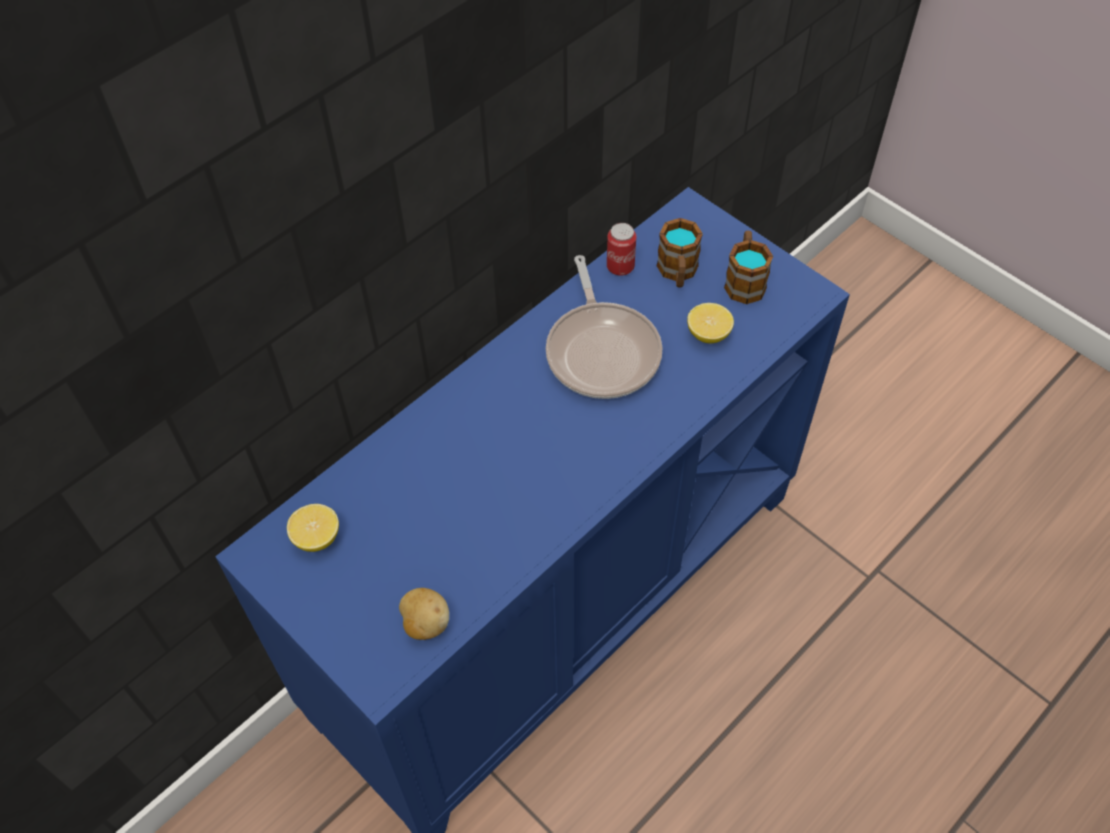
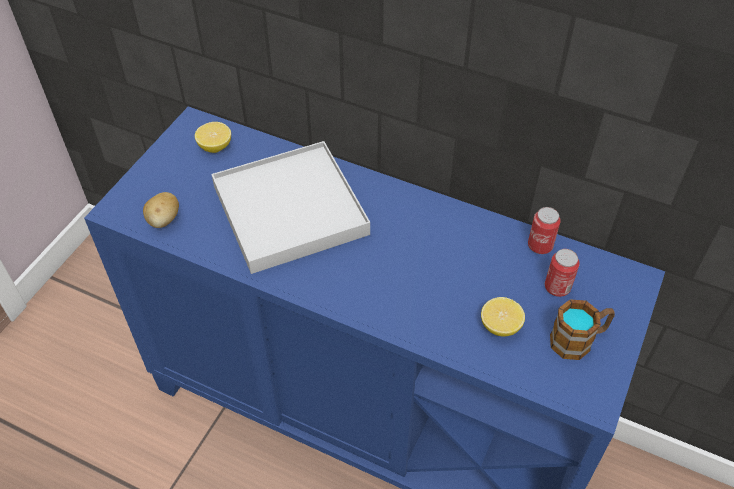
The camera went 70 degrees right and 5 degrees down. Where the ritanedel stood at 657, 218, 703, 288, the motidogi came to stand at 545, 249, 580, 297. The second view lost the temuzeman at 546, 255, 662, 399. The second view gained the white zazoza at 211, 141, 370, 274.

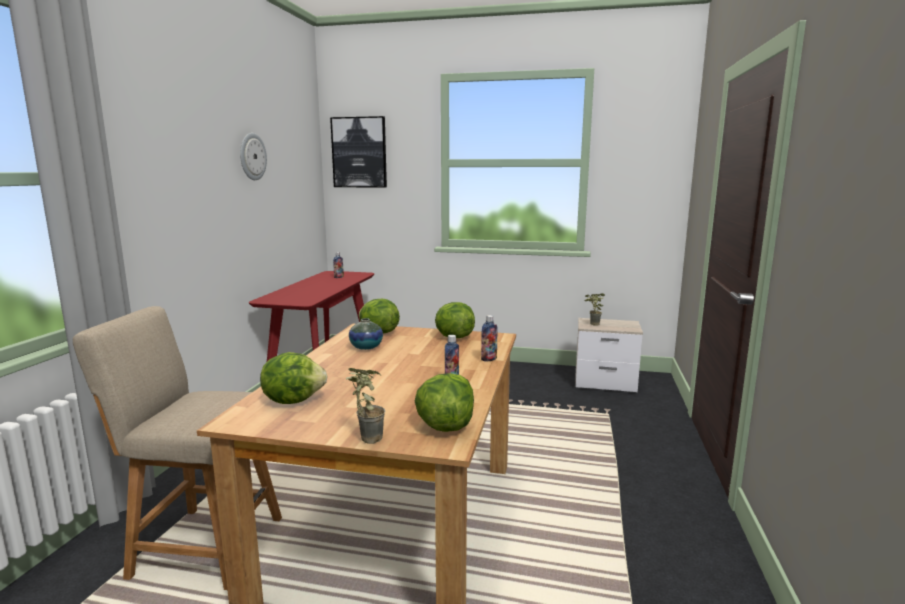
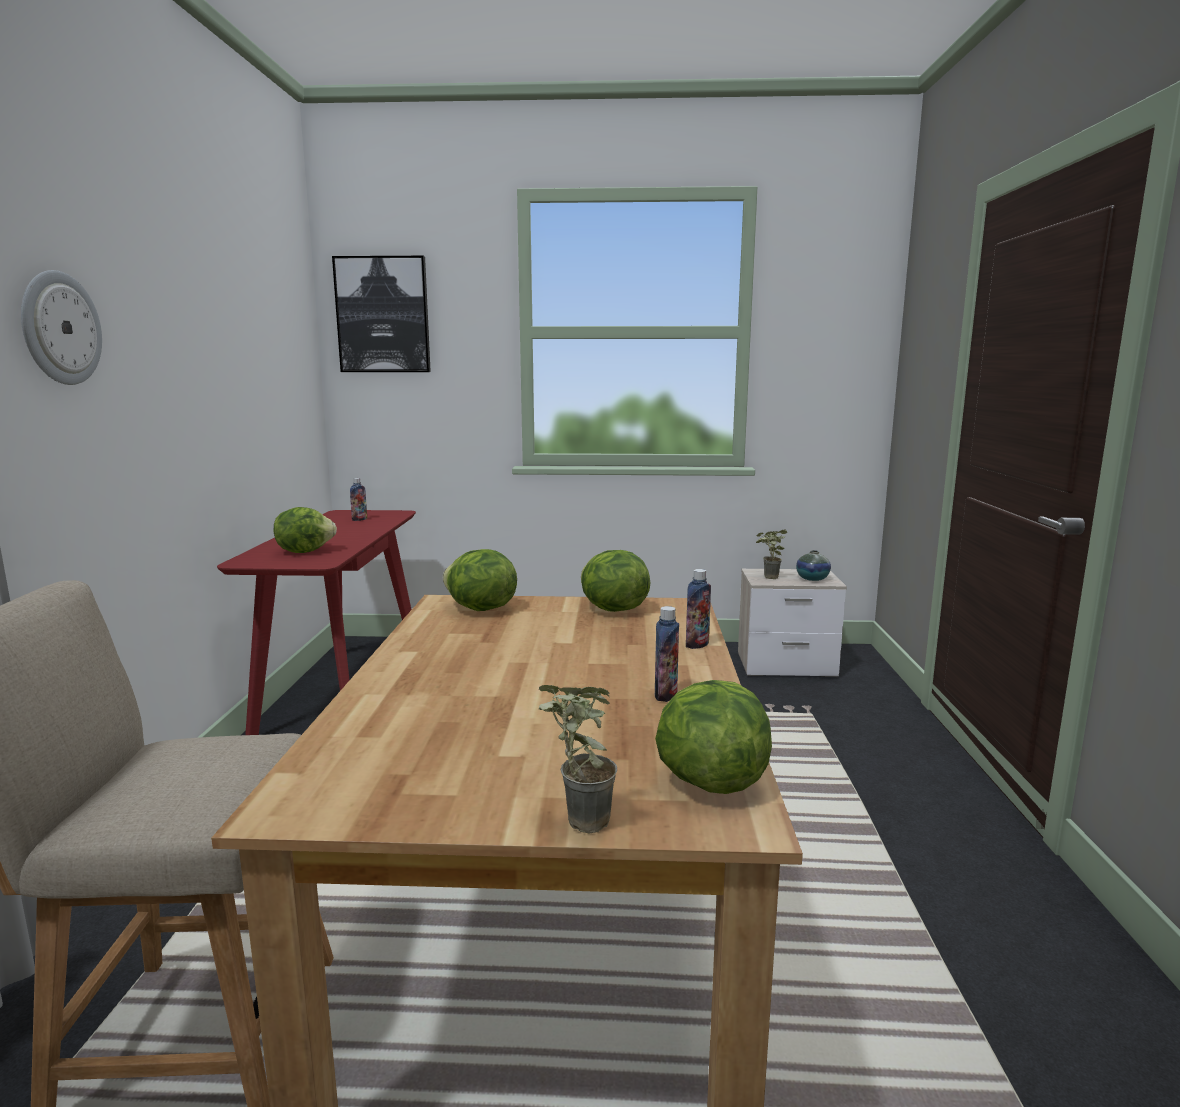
The camera went 10 degrees left and 0 degrees up. The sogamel ended up elsewhere, having gone from 240, 133, 267, 180 to 21, 270, 102, 385. The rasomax ended up elsewhere, having gone from 349, 318, 383, 350 to 796, 550, 831, 581. The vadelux ended up elsewhere, having gone from 260, 352, 327, 404 to 273, 507, 337, 553.

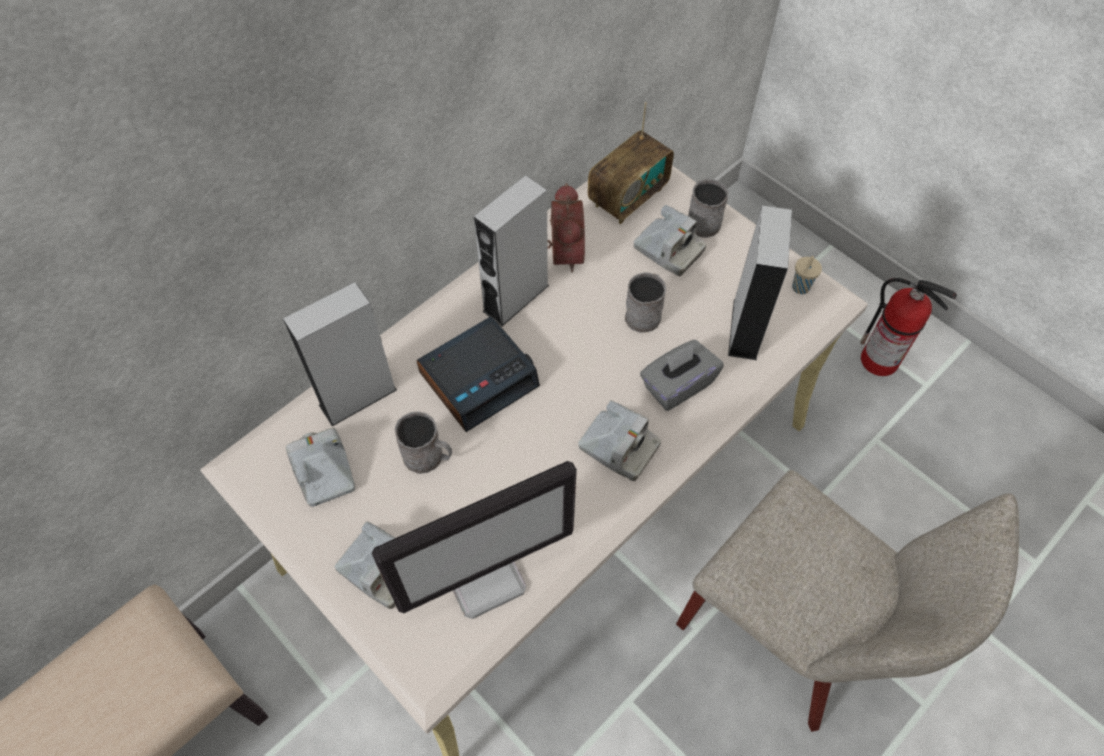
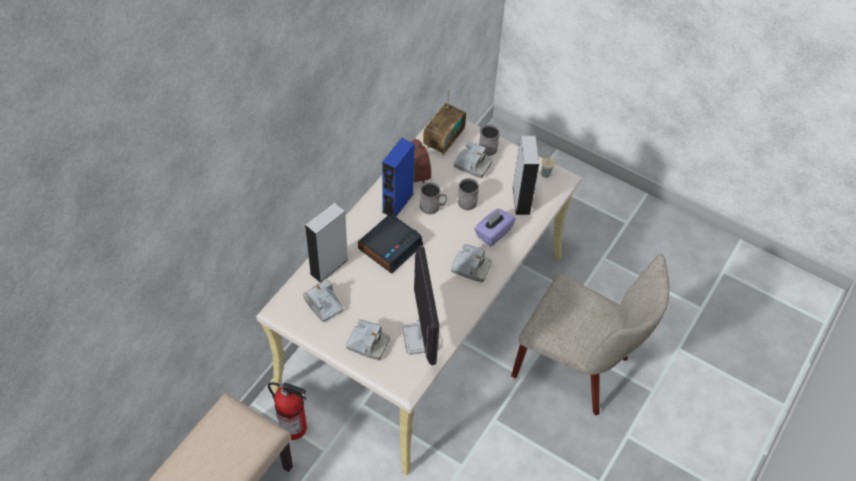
The camera went 15 degrees left and 5 degrees down. What was the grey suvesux at 474, 175, 549, 326 turned into the blue suvesux at 382, 138, 415, 217. The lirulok ended up elsewhere, having gone from 860, 278, 957, 376 to 268, 382, 307, 440. What was the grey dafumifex at 640, 340, 724, 411 turned into the purple dafumifex at 474, 208, 516, 247. The grey ritanedel ended up elsewhere, having gone from 395, 412, 452, 474 to 420, 182, 447, 215. The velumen at 372, 461, 577, 619 ended up facing another way, 60 degrees counterclockwise from before.

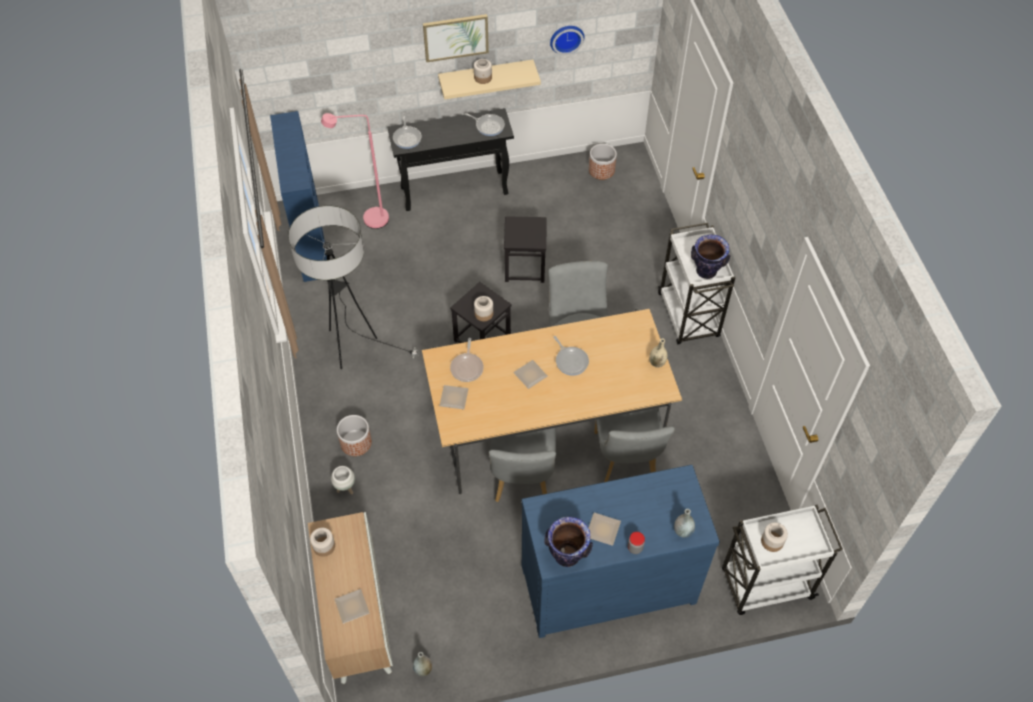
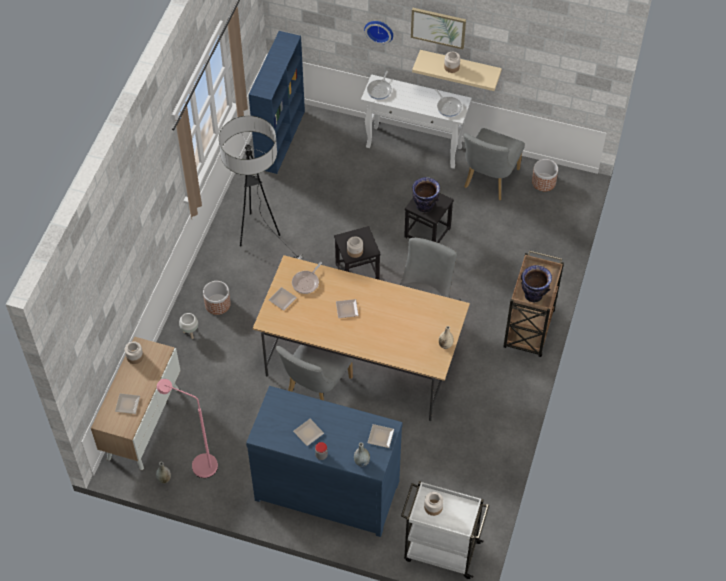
The camera went 30 degrees right and 0 degrees up. The sogamel ended up elsewhere, having gone from 550, 26, 585, 55 to 364, 21, 393, 45. What was the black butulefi at 387, 108, 514, 211 turned into the white butulefi at 361, 74, 472, 169. The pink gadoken ended up elsewhere, having gone from 321, 113, 389, 229 to 157, 379, 218, 478. What was the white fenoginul at 658, 223, 735, 344 turned into the brown fenoginul at 503, 251, 564, 357. The second view lost the temuzeman at 553, 336, 589, 376. The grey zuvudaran ended up elsewhere, having gone from 594, 408, 675, 482 to 464, 128, 525, 200. The rasomax ended up elsewhere, having gone from 544, 517, 593, 567 to 412, 177, 440, 213. The second view gained the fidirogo at 368, 424, 394, 448.

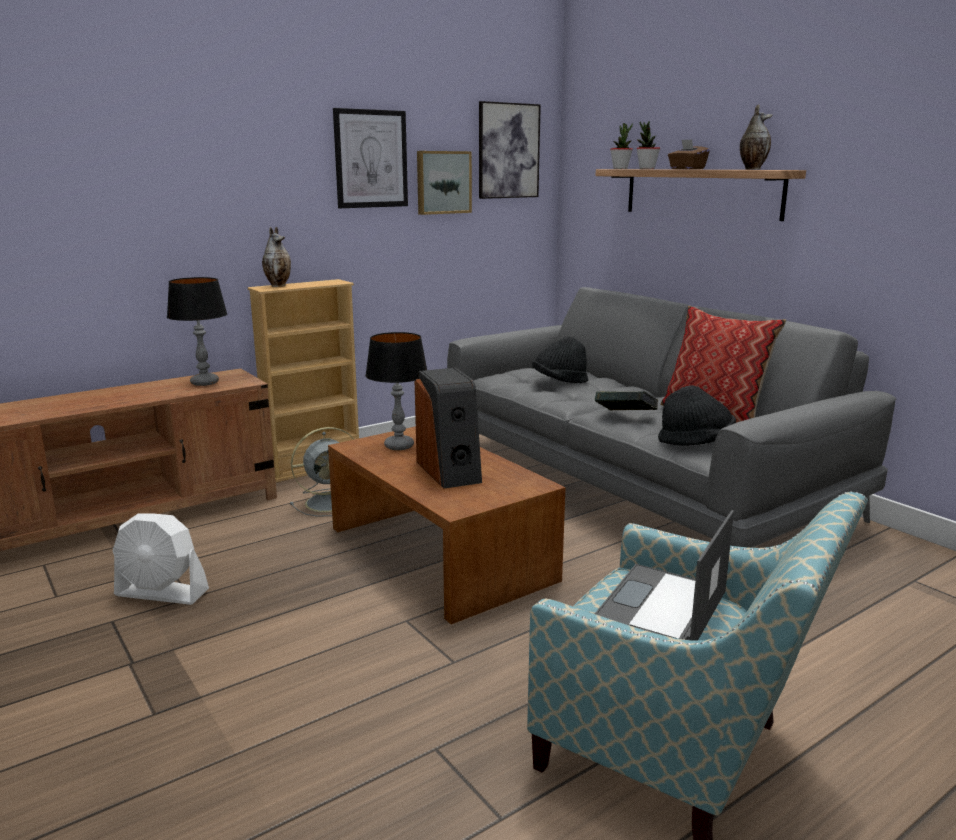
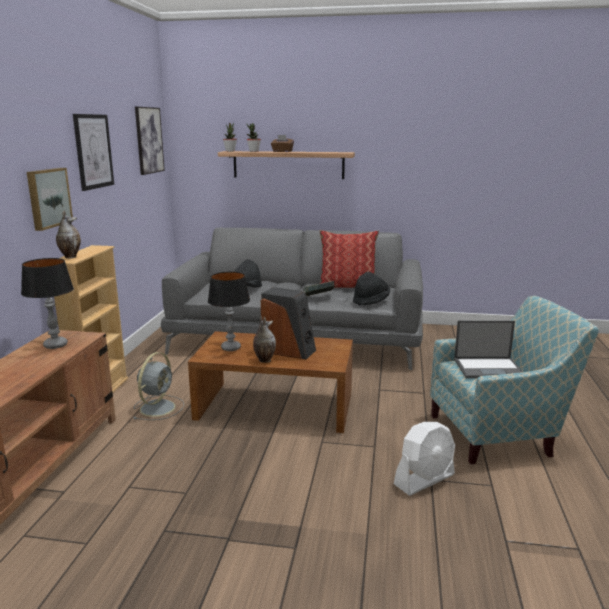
The camera went 45 degrees left and 0 degrees up. The rasomax ended up elsewhere, having gone from 740, 104, 772, 170 to 253, 316, 276, 363. The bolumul ended up elsewhere, having gone from 417, 151, 472, 215 to 27, 168, 73, 231. The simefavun at 595, 510, 734, 640 ended up facing another way, 75 degrees counterclockwise from before. The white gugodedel ended up elsewhere, having gone from 113, 513, 209, 605 to 394, 422, 455, 496.

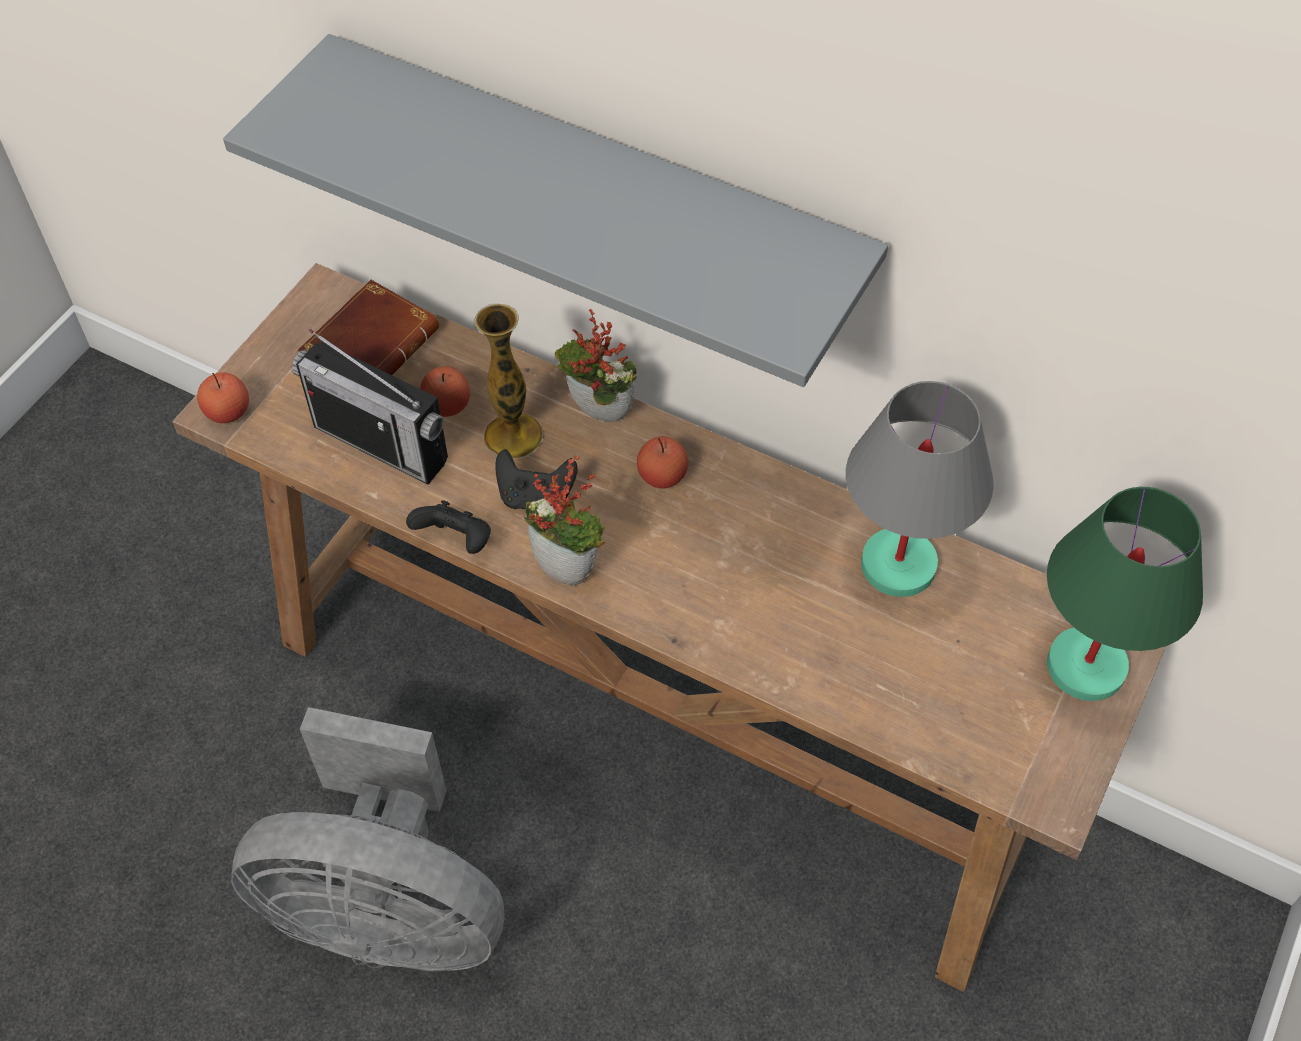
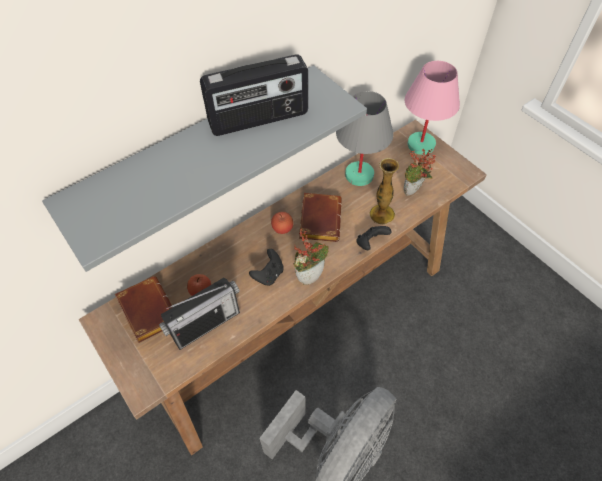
The camera went 65 degrees left and 0 degrees up. The rasomax ended up elsewhere, having gone from 474, 304, 543, 459 to 369, 158, 399, 225. The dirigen ended up elsewhere, having gone from 554, 309, 637, 422 to 404, 149, 436, 196. The second view lost the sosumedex at 197, 372, 249, 423. What was the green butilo at 1047, 487, 1203, 701 turned into the pink butilo at 405, 61, 460, 155. The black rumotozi ended up elsewhere, having gone from 406, 500, 491, 554 to 356, 226, 392, 250. The second view gained the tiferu at 200, 54, 308, 136. The second view gained the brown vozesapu at 299, 193, 342, 242.

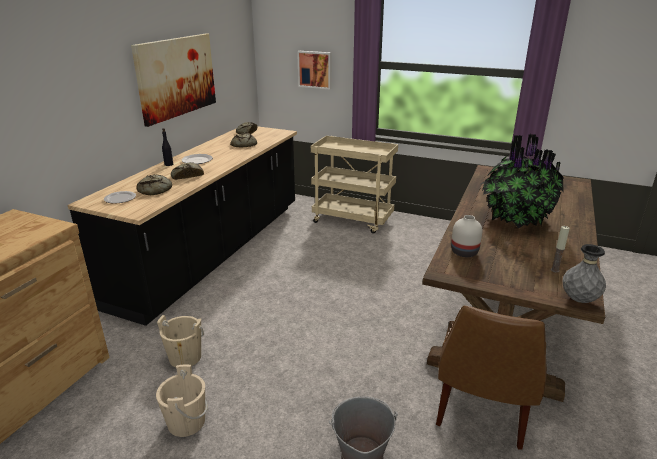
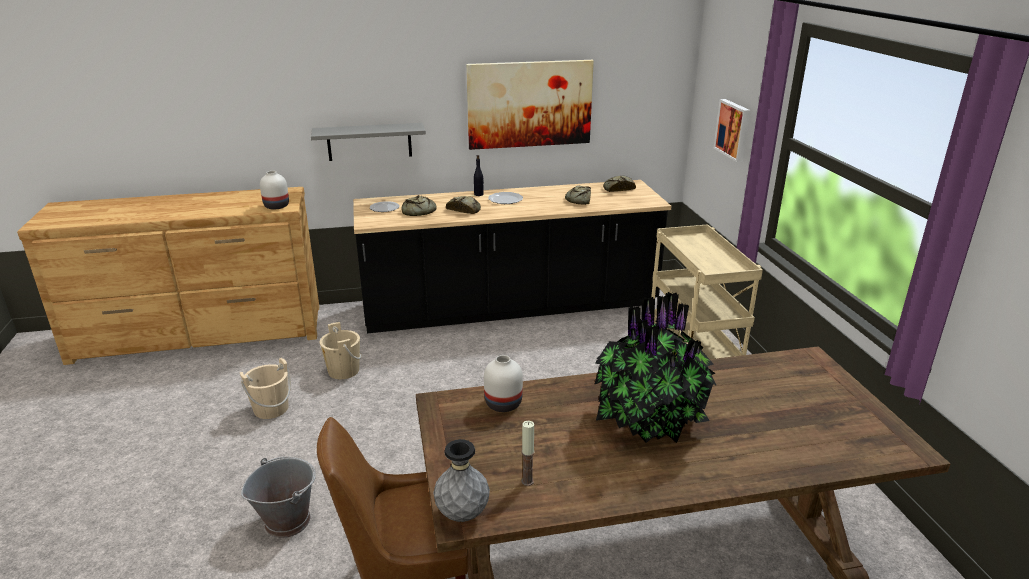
The camera went 55 degrees right and 0 degrees up. The second view gained the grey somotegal at 311, 123, 426, 161. The second view gained the white rasomax at 260, 171, 289, 209.

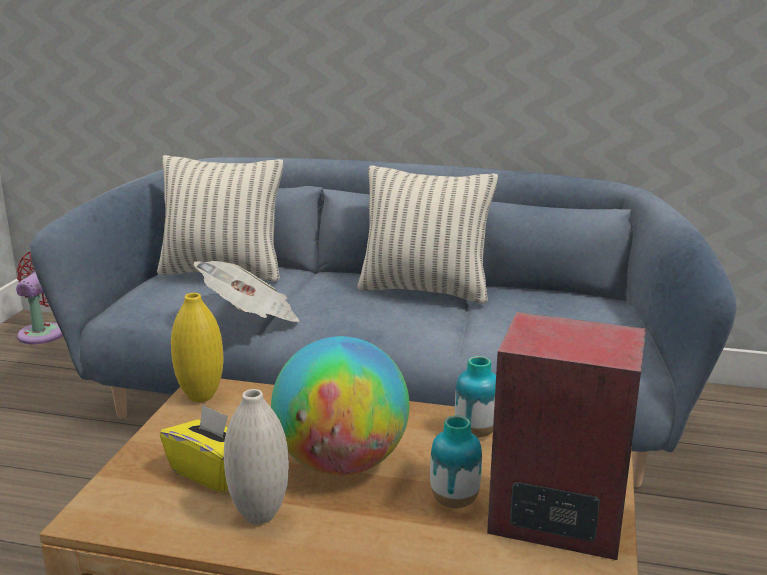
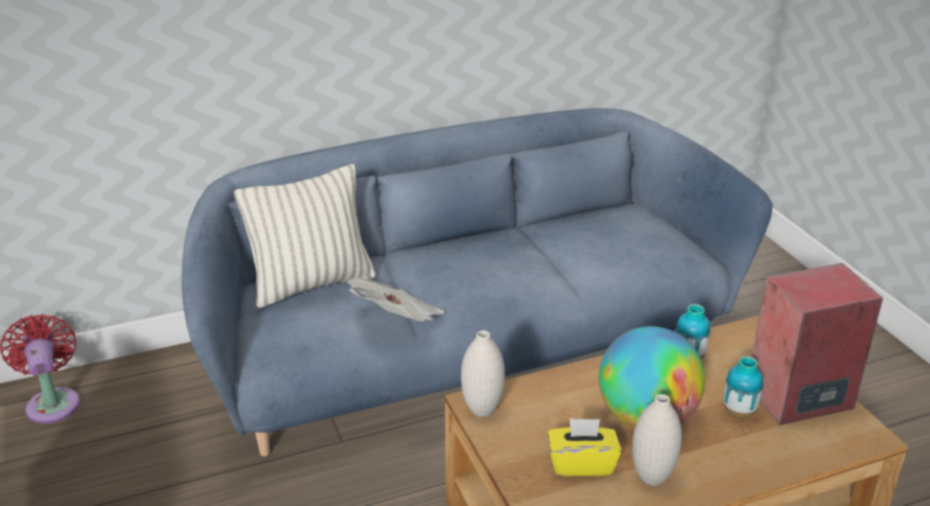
The camera went 35 degrees left and 10 degrees up. The second view lost the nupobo at 357, 165, 498, 304. What was the yellow rasomax at 171, 293, 223, 402 turned into the white rasomax at 461, 330, 505, 417.

